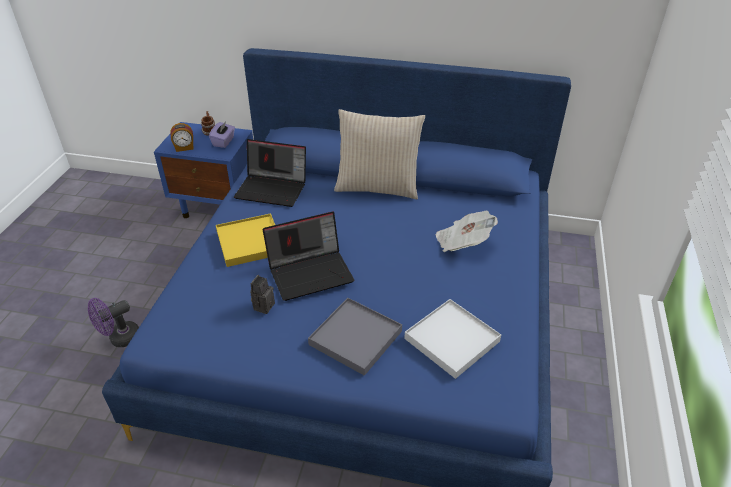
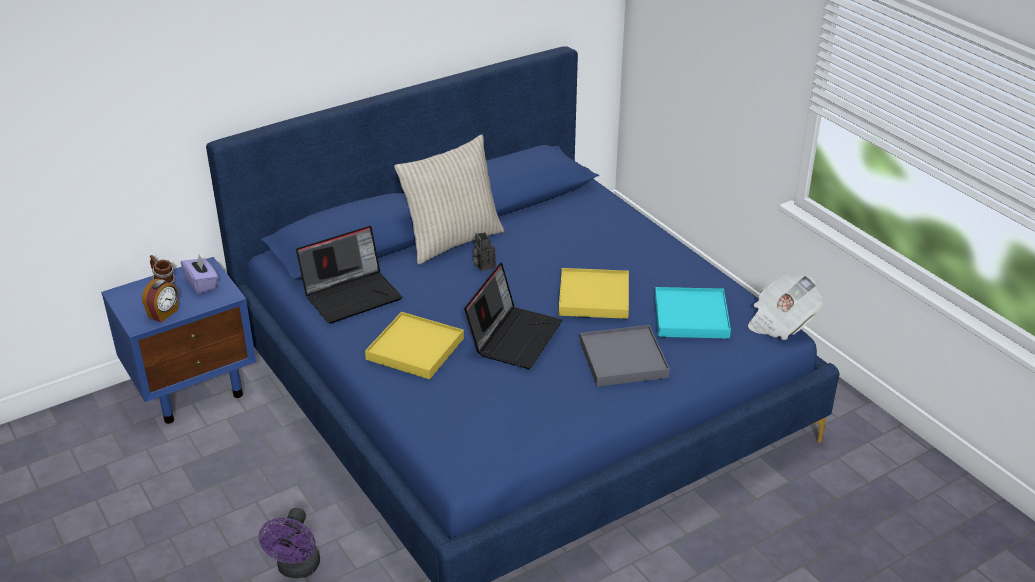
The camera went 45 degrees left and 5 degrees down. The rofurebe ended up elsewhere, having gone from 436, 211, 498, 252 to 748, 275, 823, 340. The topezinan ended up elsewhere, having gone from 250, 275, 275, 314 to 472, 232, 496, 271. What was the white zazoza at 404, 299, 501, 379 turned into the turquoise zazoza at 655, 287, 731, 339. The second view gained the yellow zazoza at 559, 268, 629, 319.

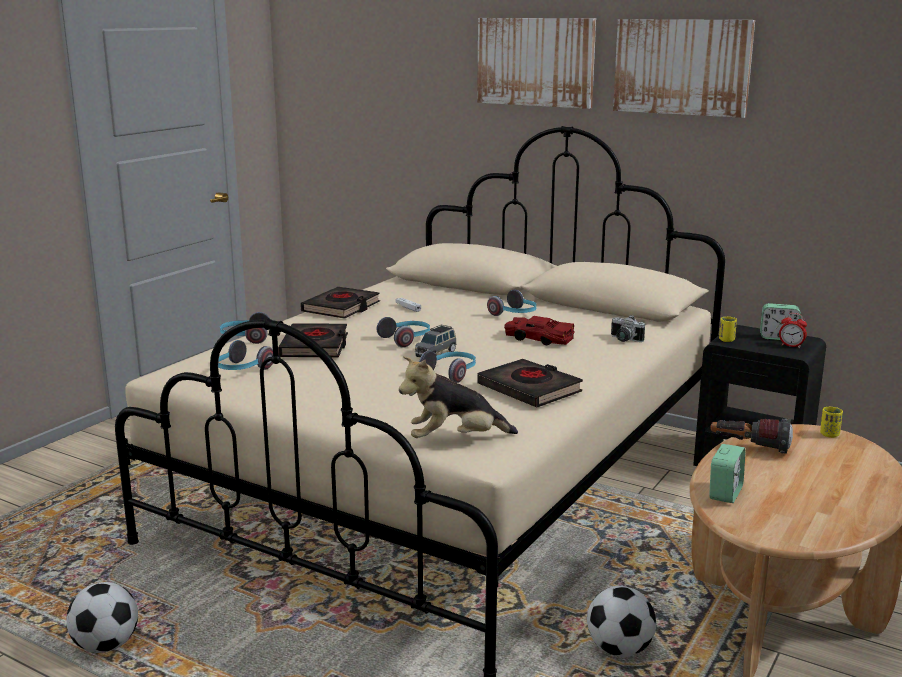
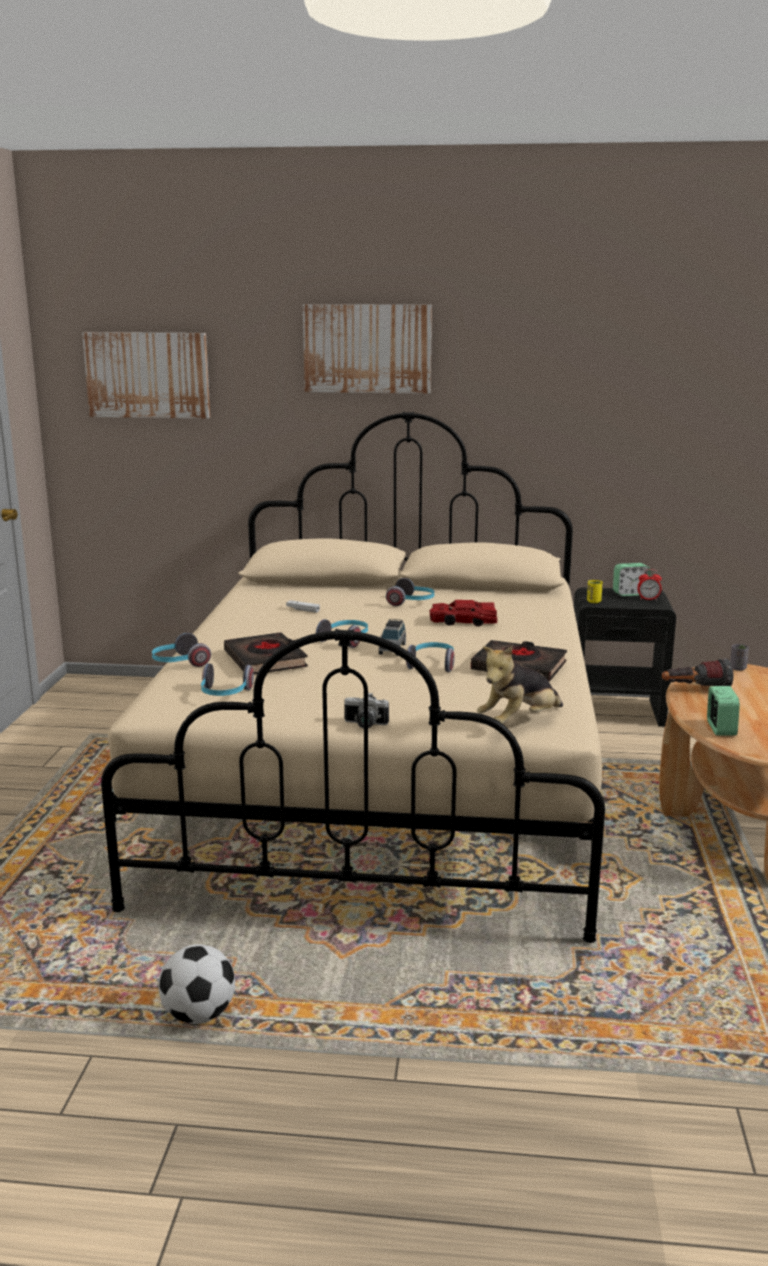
The camera went 25 degrees left and 0 degrees up. The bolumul ended up elsewhere, having gone from 613, 19, 755, 118 to 82, 332, 210, 419. The second view lost the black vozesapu at 300, 287, 380, 319. The topezinan ended up elsewhere, having gone from 611, 315, 645, 342 to 344, 693, 389, 728. What was the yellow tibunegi at 820, 407, 843, 438 turned into the grey tibunegi at 730, 644, 749, 671. The second view lost the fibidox at 587, 586, 656, 657.

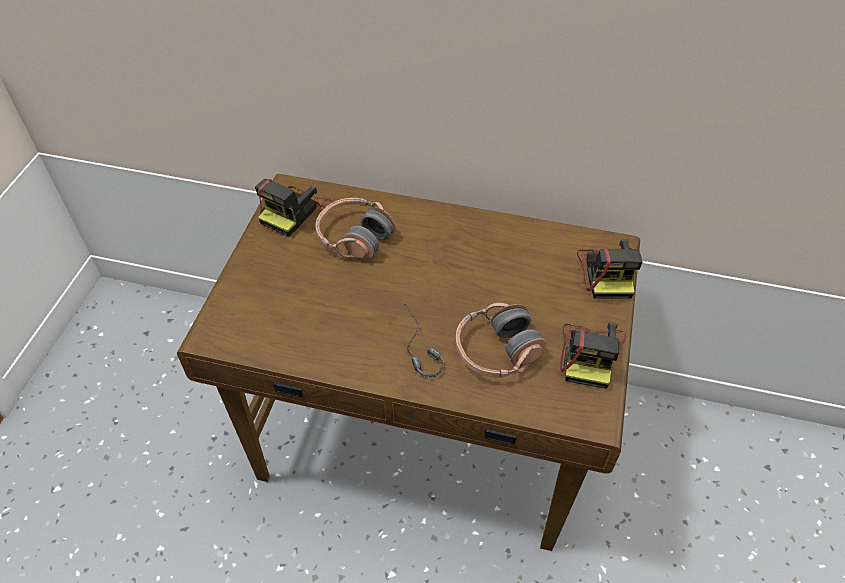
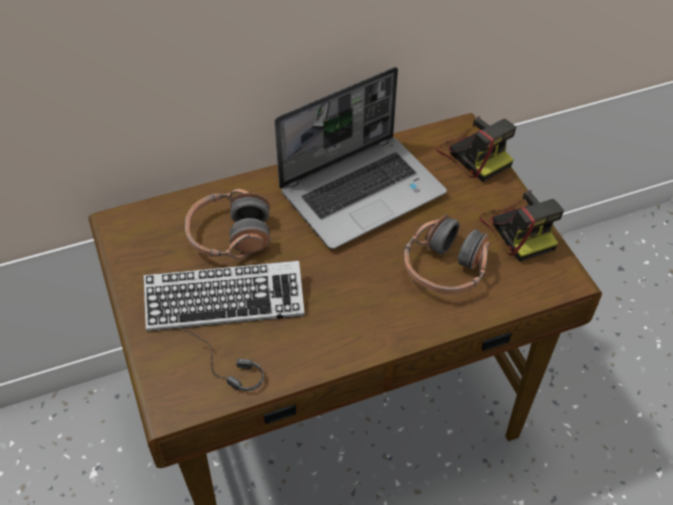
The camera went 35 degrees left and 0 degrees up. The second view lost the topezinan at 255, 179, 332, 237. The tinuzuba ended up elsewhere, having gone from 403, 304, 444, 378 to 183, 330, 264, 391. The second view gained the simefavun at 274, 67, 447, 249. The second view gained the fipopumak at 143, 261, 305, 332.

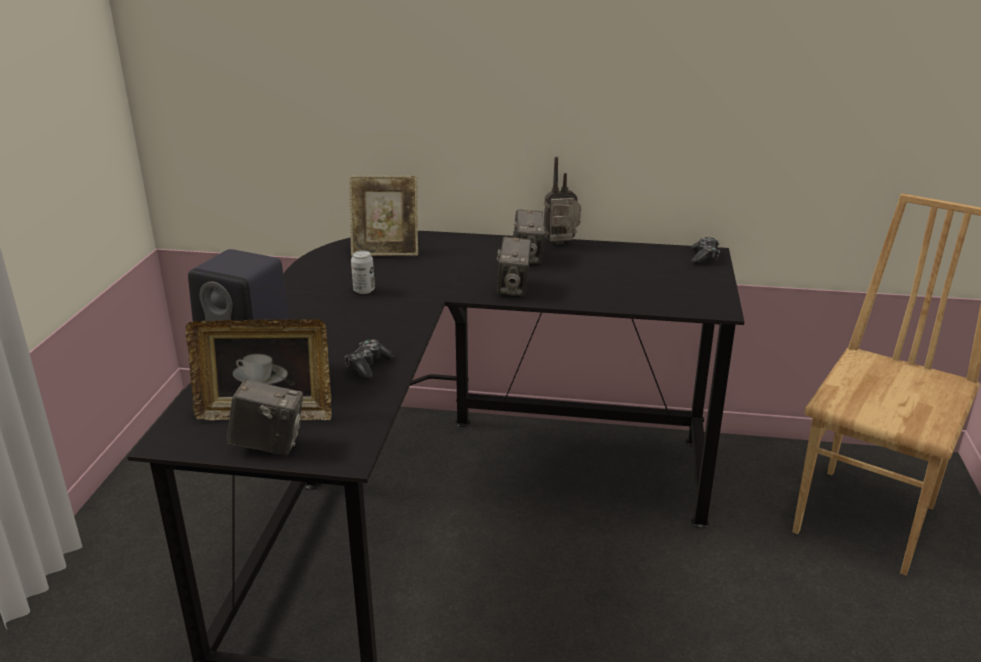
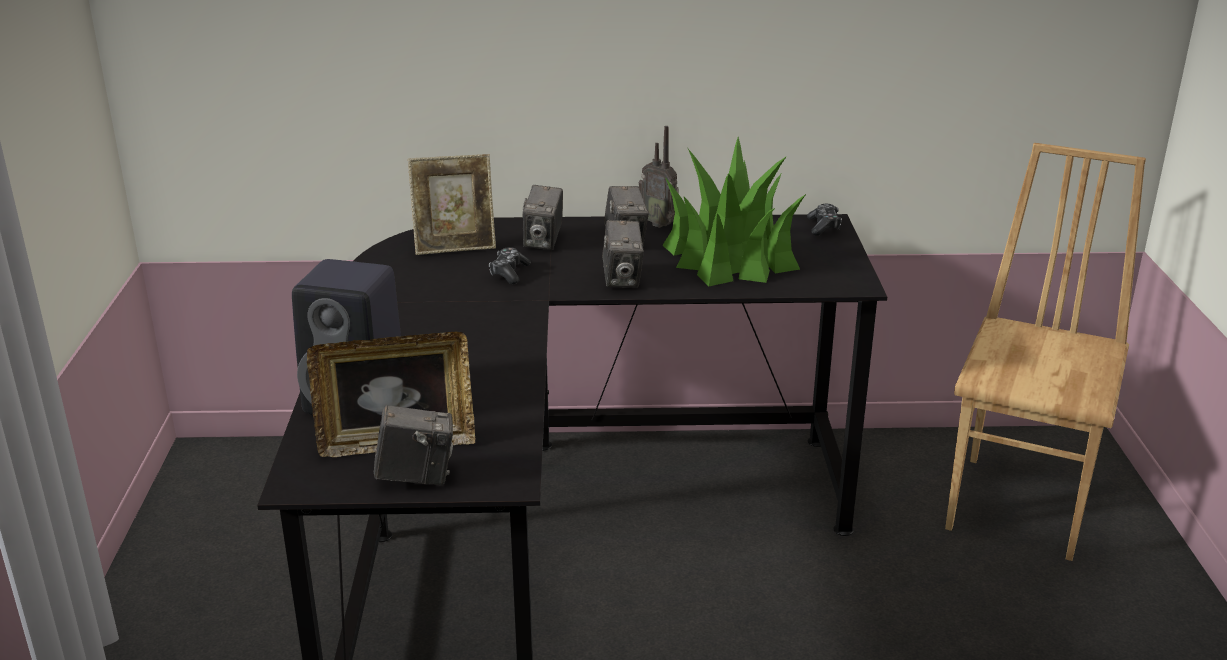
The camera went 10 degrees left and 0 degrees up. The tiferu at 544, 157, 581, 245 ended up facing another way, 120 degrees counterclockwise from before. The second view lost the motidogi at 351, 250, 375, 294. The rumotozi ended up elsewhere, having gone from 344, 339, 394, 380 to 489, 247, 531, 284. The second view gained the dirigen at 663, 137, 806, 286. The second view gained the topezinan at 522, 185, 563, 250.

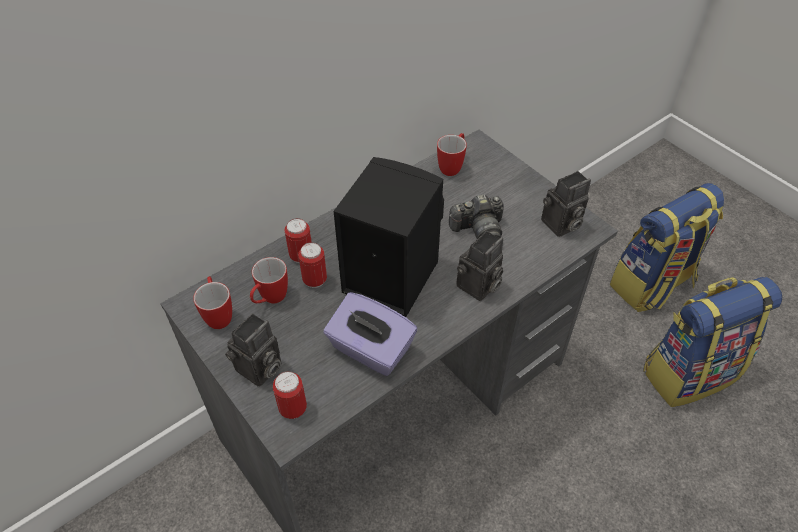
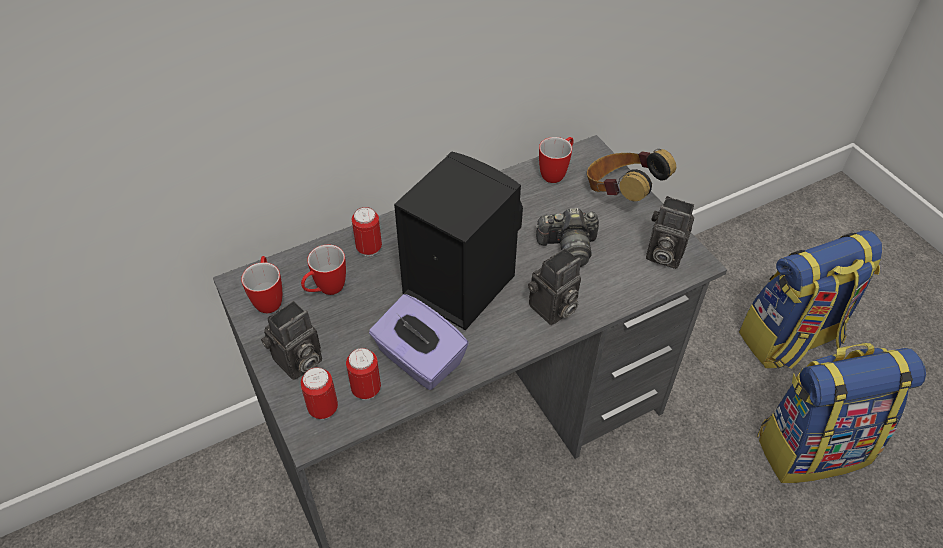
The camera went 10 degrees right and 0 degrees up. The topezinan at 541, 171, 591, 237 ended up facing another way, 45 degrees clockwise from before. The motidogi ended up elsewhere, having gone from 298, 242, 327, 288 to 346, 348, 381, 400. The second view gained the tinuzuba at 587, 149, 676, 202.

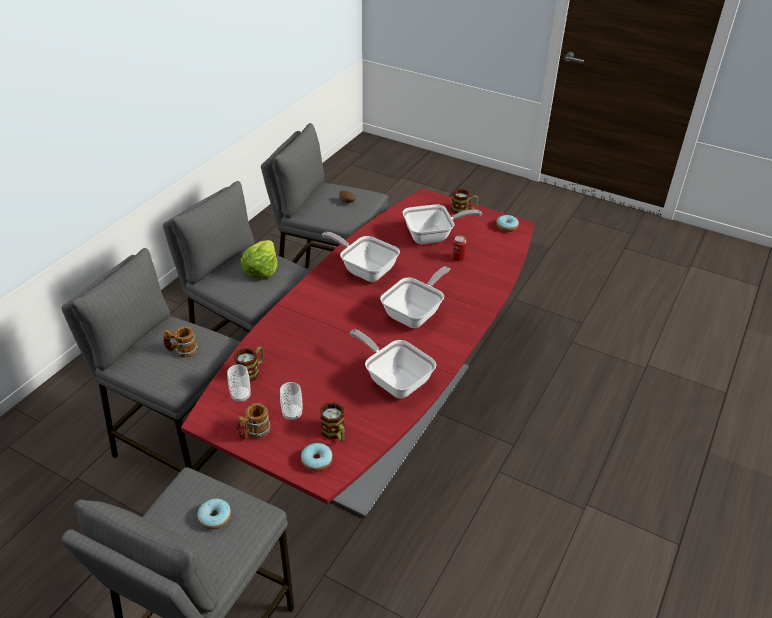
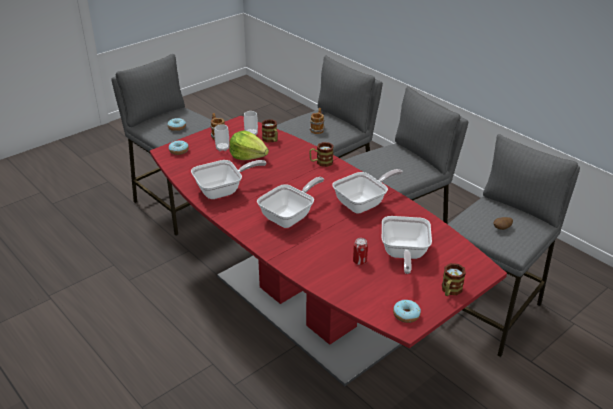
The camera went 110 degrees right and 5 degrees down. The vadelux ended up elsewhere, having gone from 240, 240, 277, 278 to 229, 130, 269, 160. The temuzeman at 380, 267, 450, 328 ended up facing another way, 105 degrees counterclockwise from before. The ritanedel ended up elsewhere, having gone from 320, 402, 345, 441 to 309, 142, 334, 167.

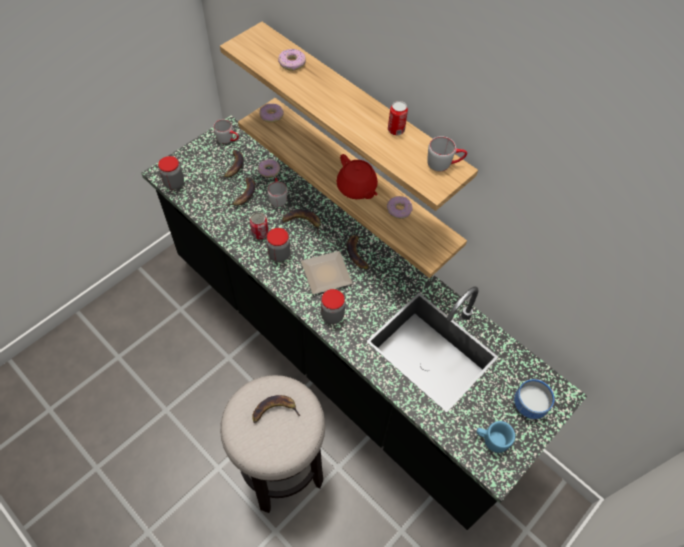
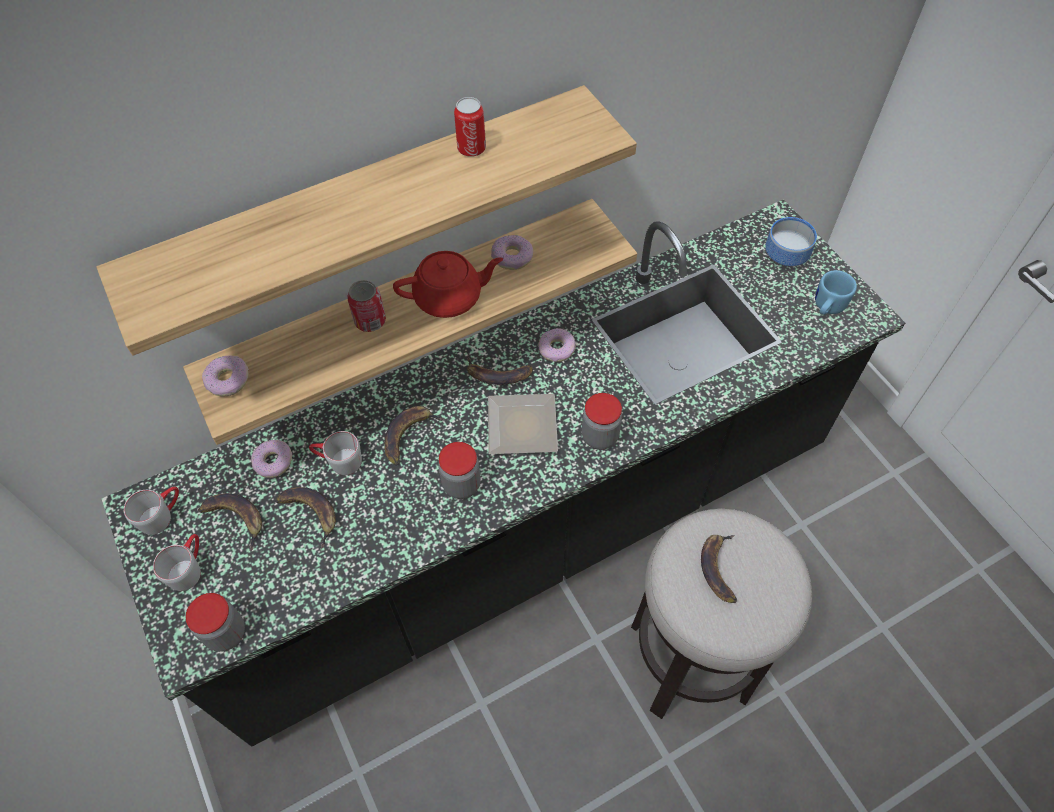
The camera went 70 degrees left and 0 degrees up. The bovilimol ended up elsewhere, having gone from 278, 49, 306, 71 to 538, 328, 576, 362. The grey ritanedel ended up elsewhere, having gone from 427, 136, 467, 171 to 153, 534, 201, 591. The motidogi ended up elsewhere, having gone from 250, 213, 269, 240 to 347, 280, 386, 332.

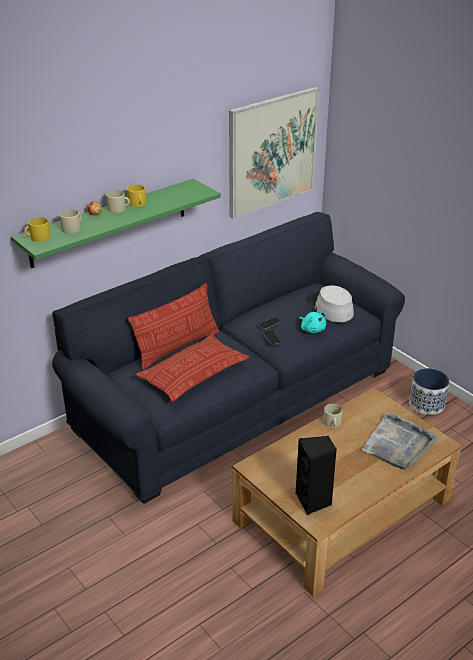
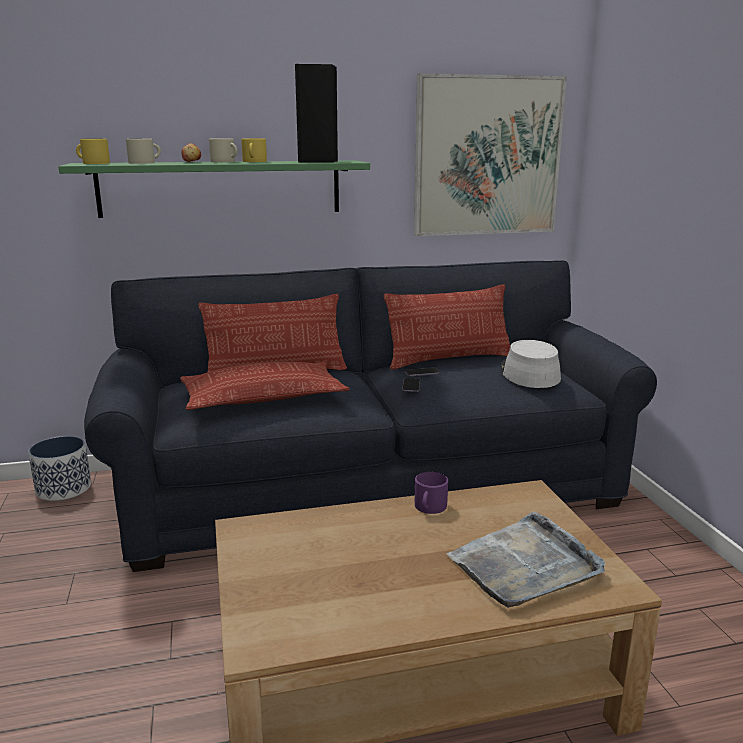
The camera went 25 degrees right and 15 degrees down. The second view lost the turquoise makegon at 299, 312, 326, 333. The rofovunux ended up elsewhere, having gone from 409, 368, 450, 415 to 28, 436, 91, 501. What was the beige ritanedel at 323, 404, 343, 428 turned into the purple ritanedel at 415, 472, 448, 514. The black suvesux ended up elsewhere, having gone from 296, 436, 337, 515 to 295, 64, 338, 162. The second view gained the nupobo at 384, 284, 510, 370.

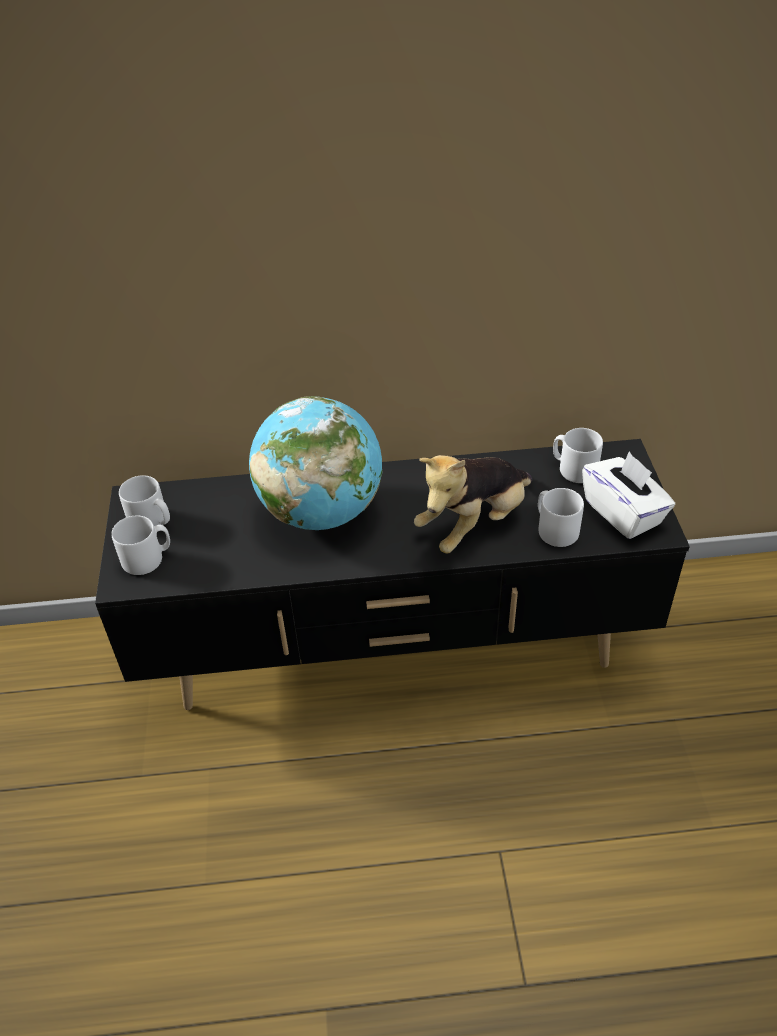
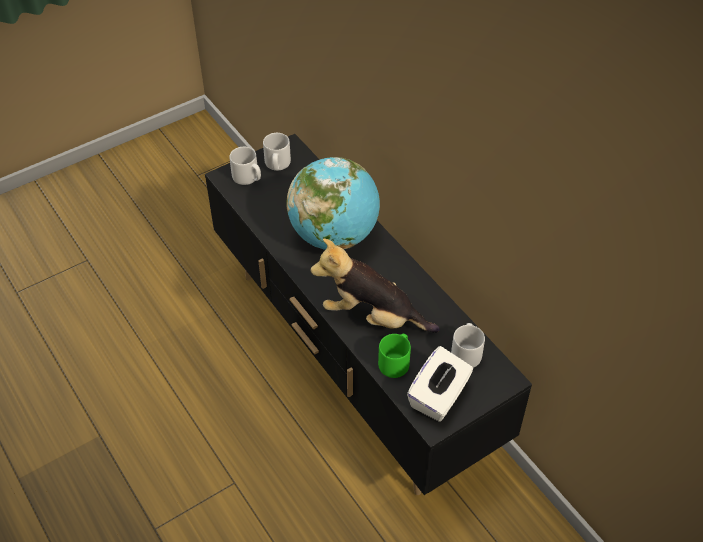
The camera went 60 degrees right and 5 degrees up. What was the grey ritanedel at 538, 488, 584, 547 turned into the green ritanedel at 378, 334, 411, 378.

